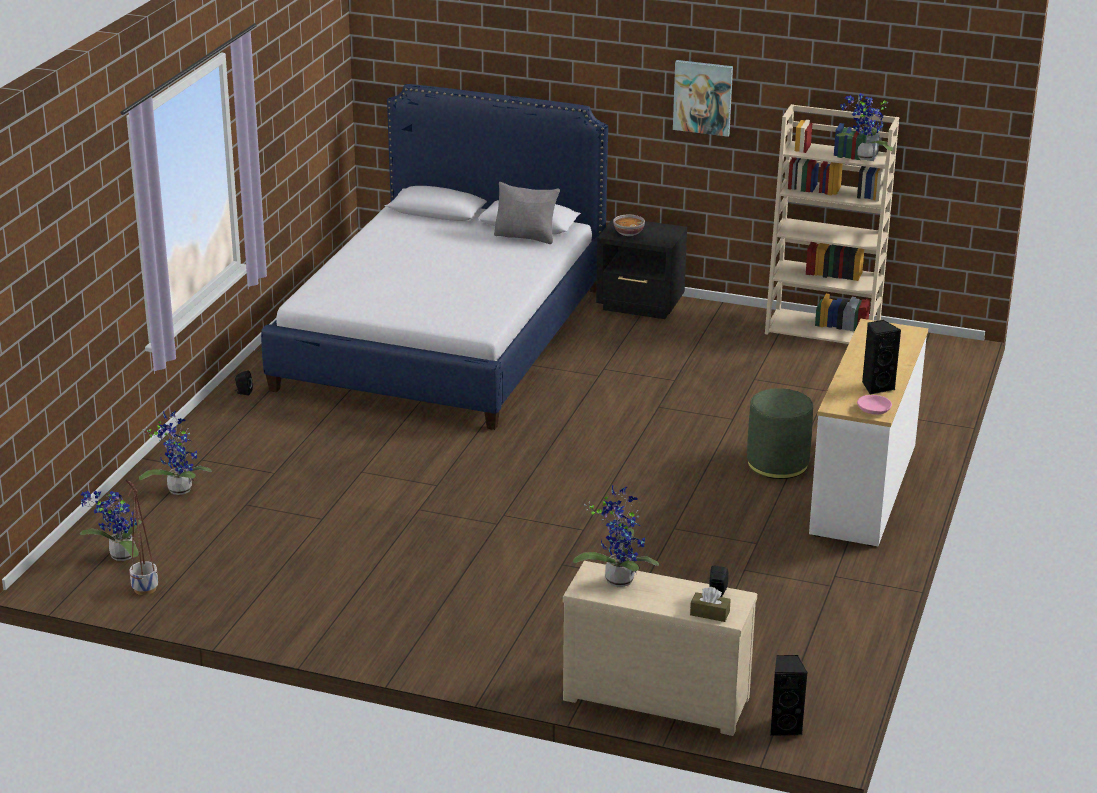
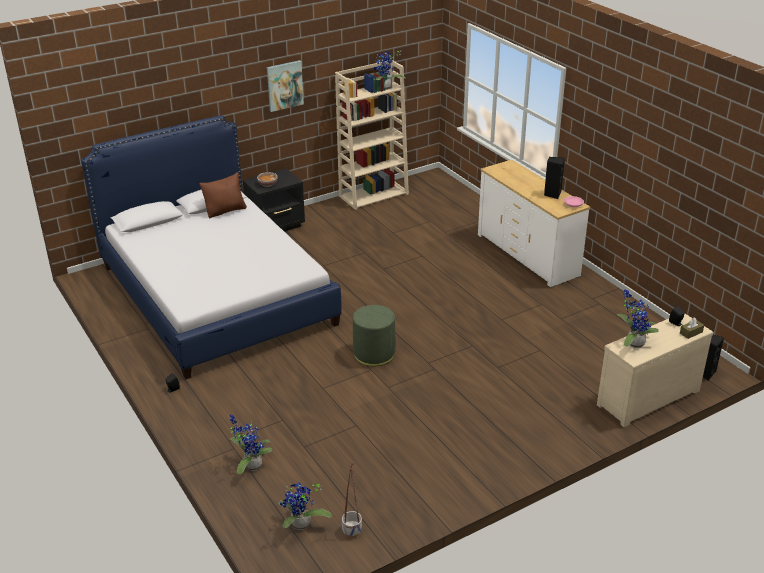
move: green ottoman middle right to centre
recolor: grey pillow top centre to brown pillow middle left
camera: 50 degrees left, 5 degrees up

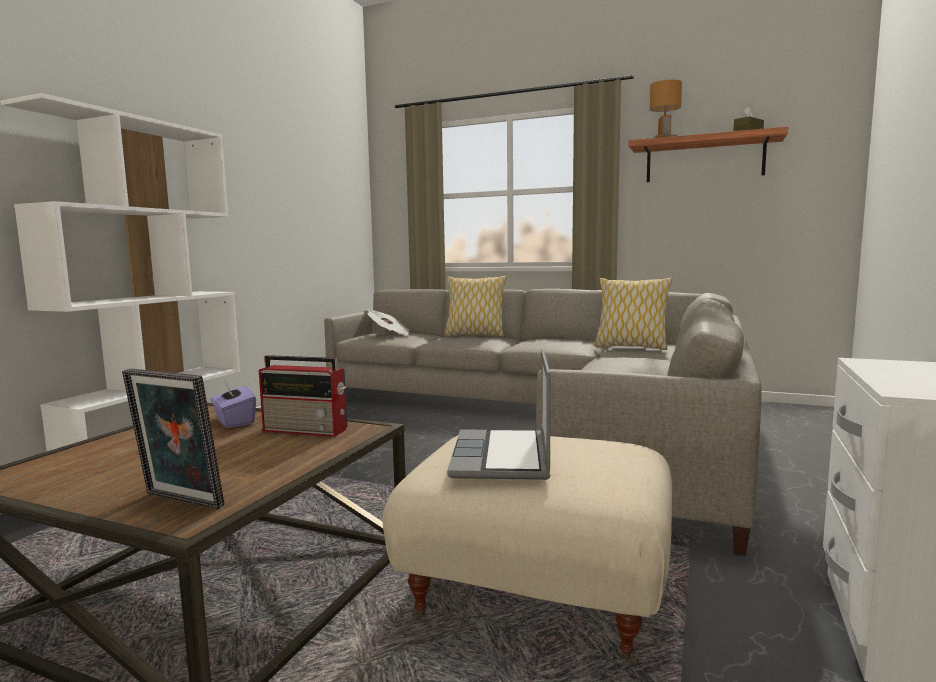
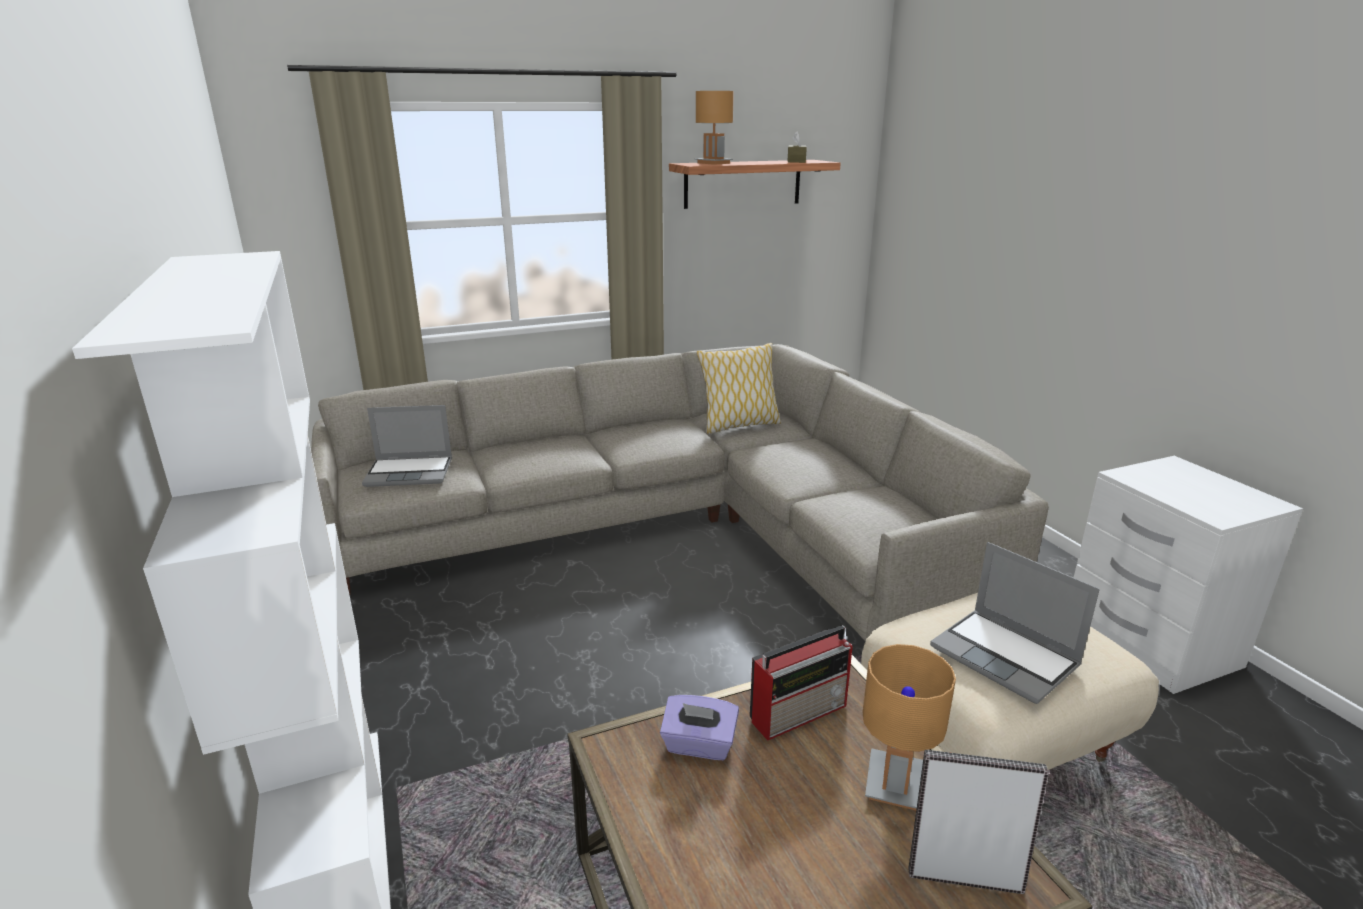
delete: pillow (1st from left) centre
insert: brown table lamp (2nd from left) bottom right
replace: newspaper centre to laptop (1st from left) middle left
rotate: picture frame middle left = bottom right 150 degrees counterclockwise
camera: 45 degrees left, 15 degrees up

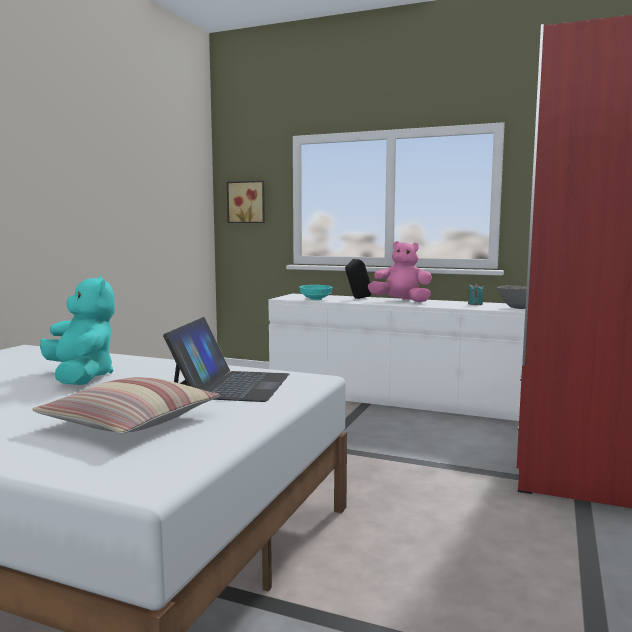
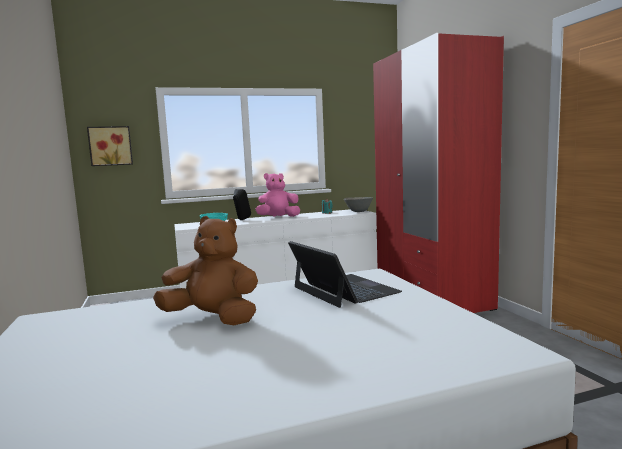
delete: pillow middle left
recolor: turquoise plush toy middle left to brown plush toy middle left
camera: 40 degrees left, 0 degrees up

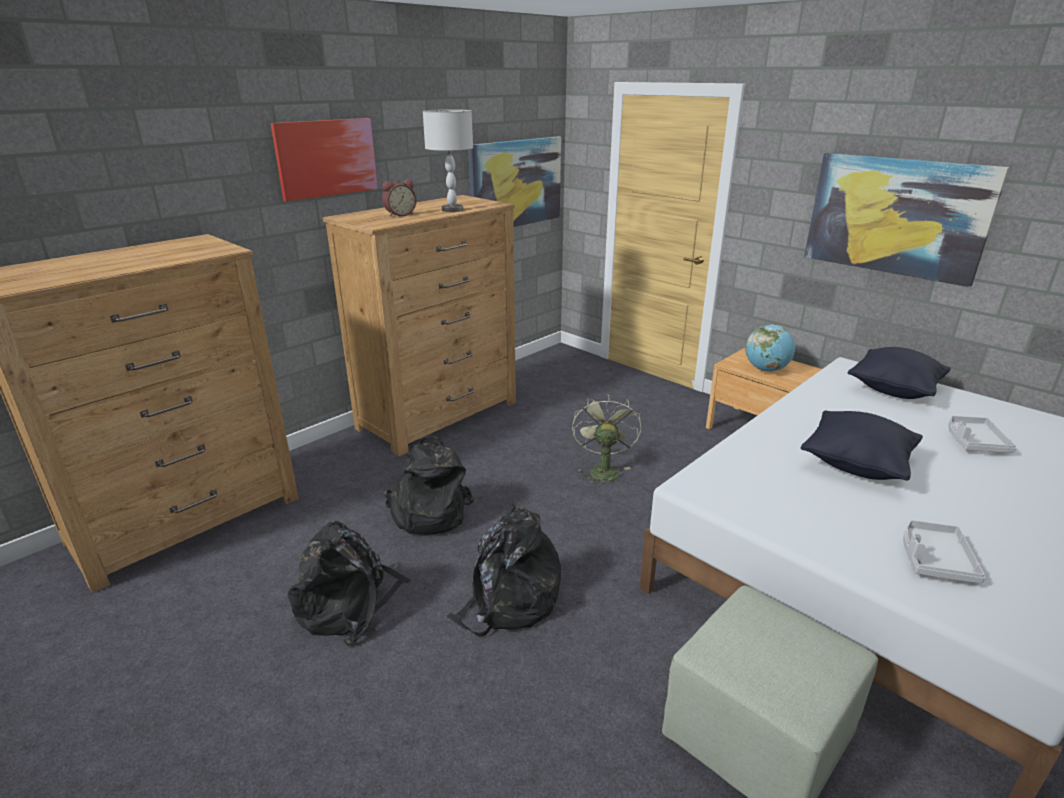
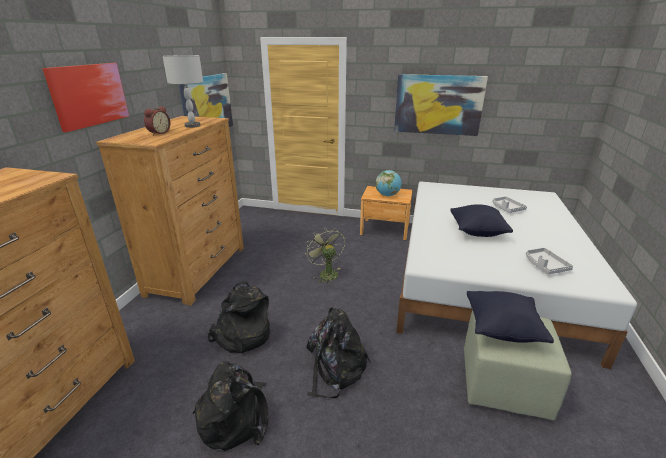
move: black pillow (2nd from left) middle right to bottom right
camera: 30 degrees left, 0 degrees up

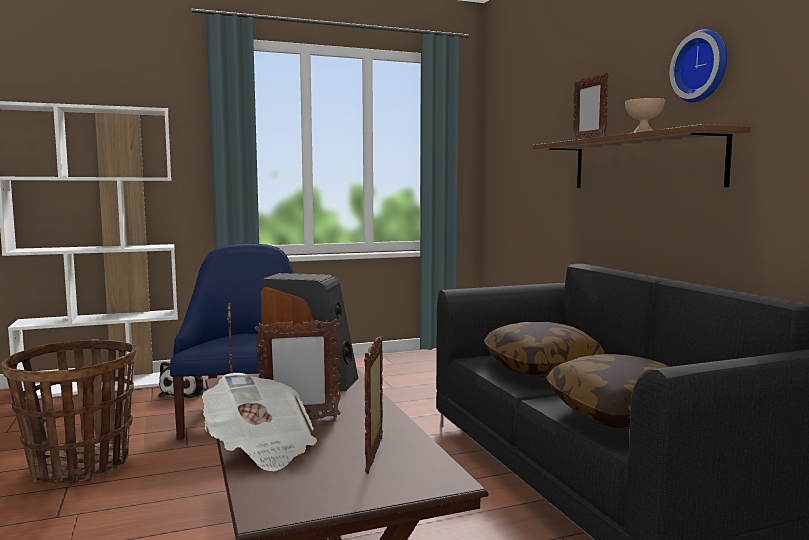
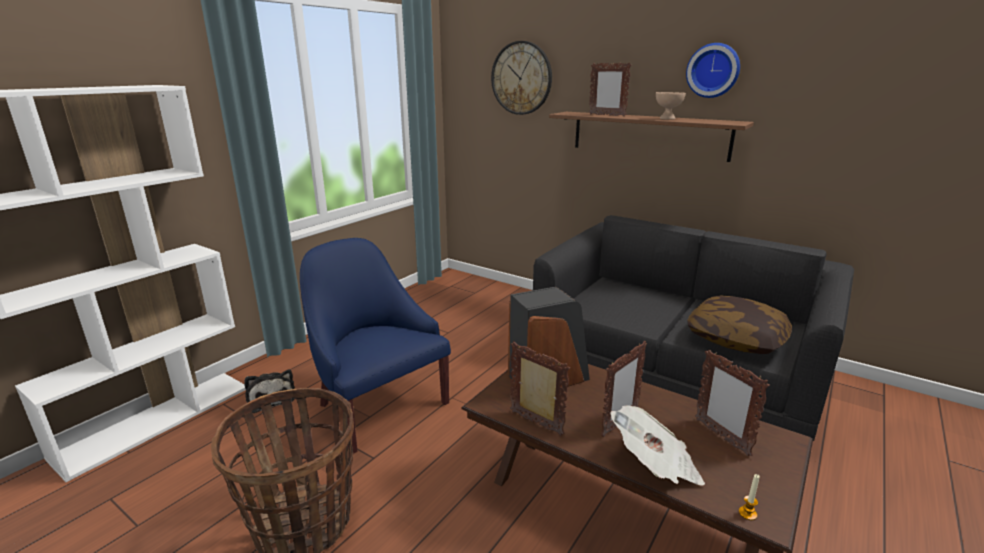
delete: pillow (1st from left) middle right
insert: wall clock (1st from left) top centre; candle bottom right
camera: 35 degrees left, 15 degrees up

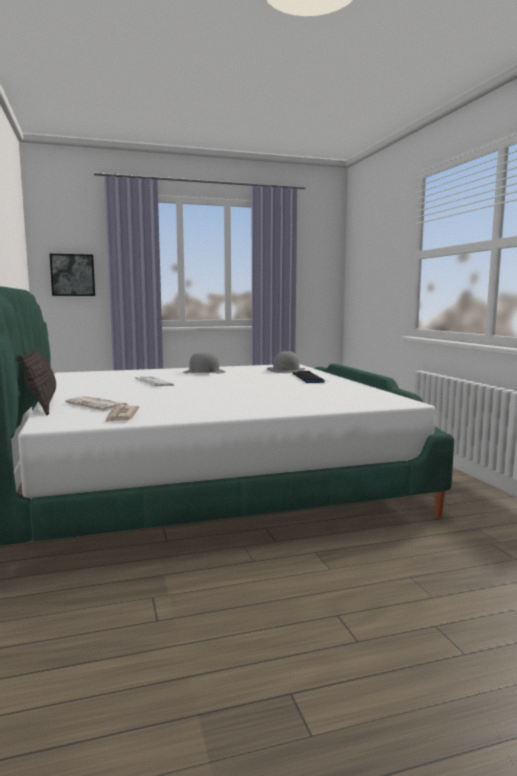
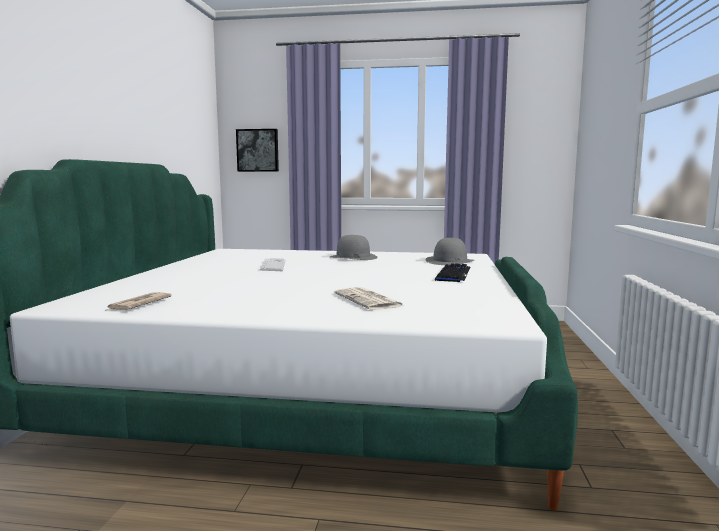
delete: pillow middle left
move: newspaper (1st from left in the first image) middle left to newspaper (2nd from left) centre
camera: 25 degrees right, 0 degrees up

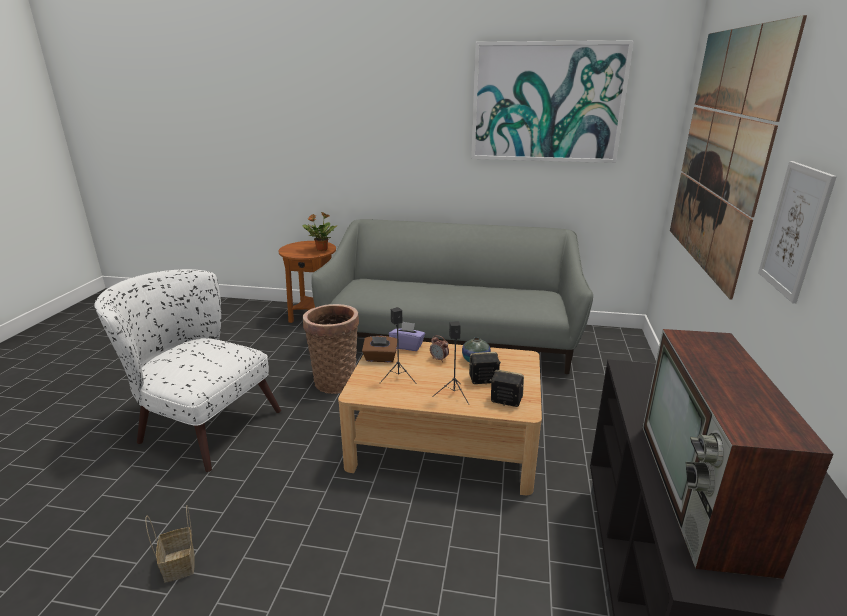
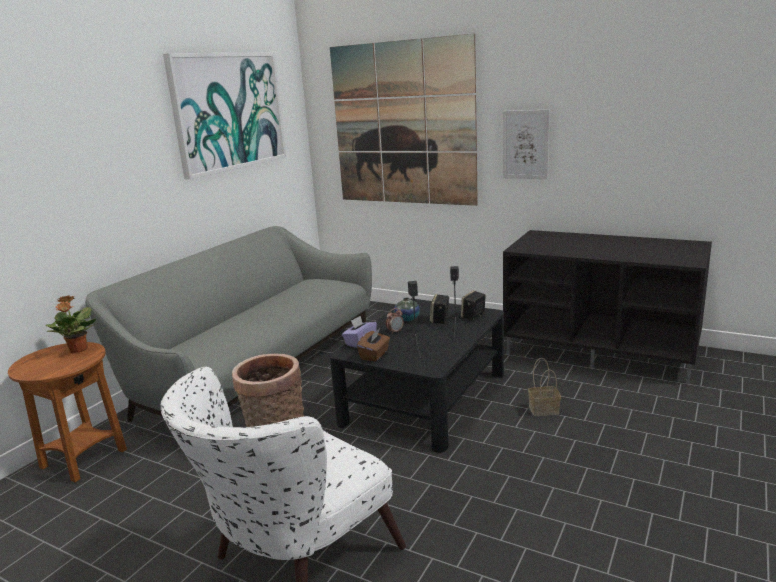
delete: television bottom right
move: basket (1st from left in the first image) bottom left to basket (2nd from left) middle right
recolor: beige coffee table bottom centre to black coffee table centre
camera: 70 degrees left, 5 degrees down

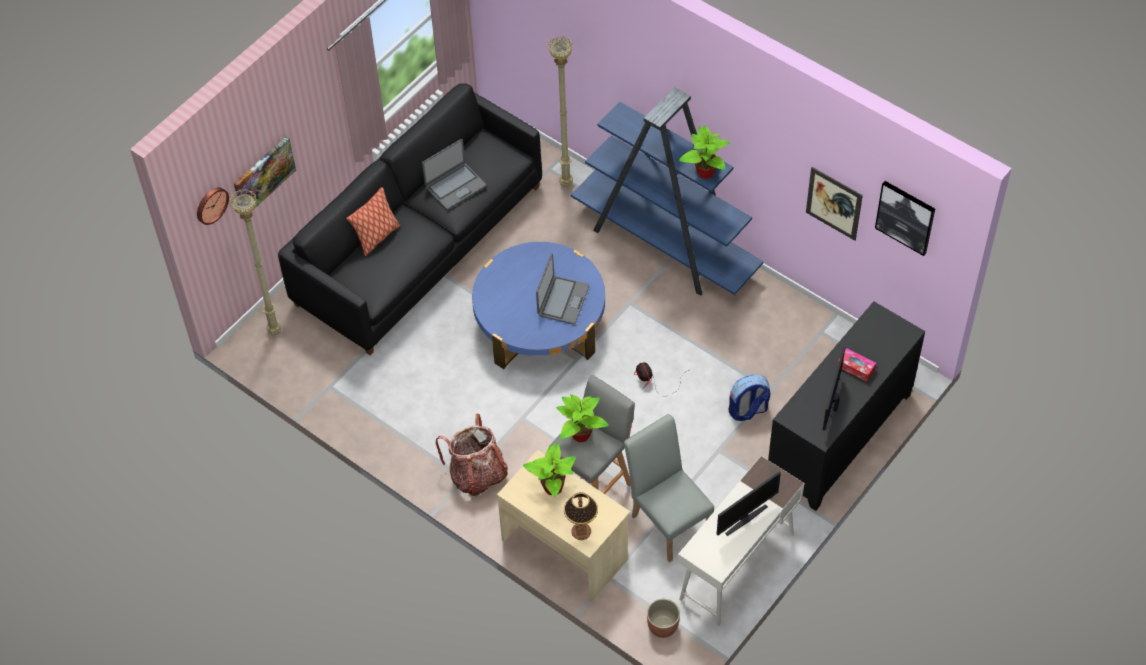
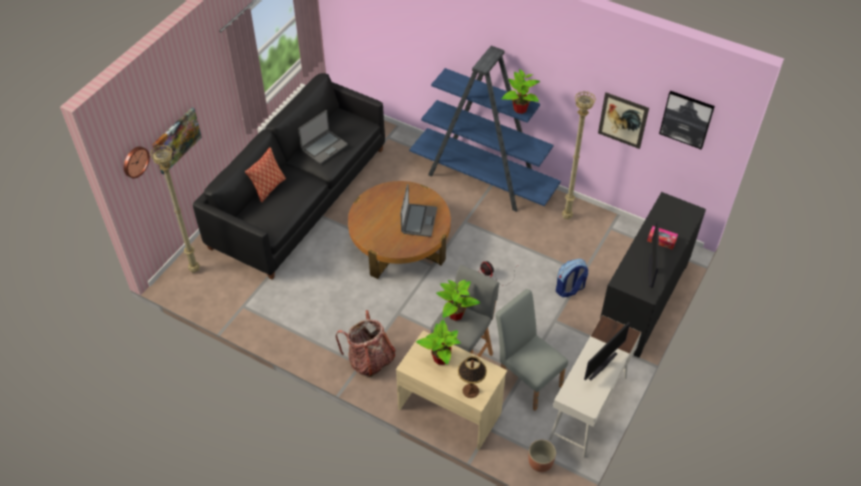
move: beige floor lamp (2nd from left) top centre to top right
recolor: blue coffee table centre to brown coffee table centre
camera: 10 degrees left, 5 degrees down

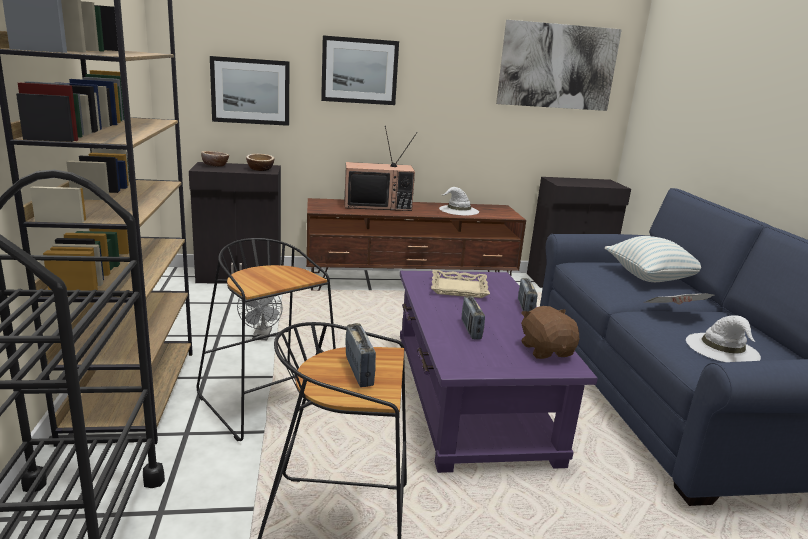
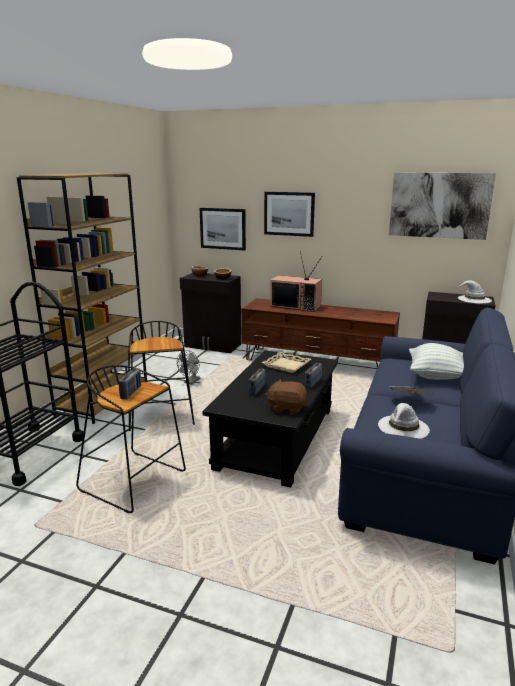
move: white hat (1st from left in the first image) centre to white hat (2nd from left) middle right
recolor: purple coffee table bottom centre to black coffee table centre
rotate: brown plush toy middle right = centre 90 degrees counterclockwise
camera: 30 degrees right, 0 degrees up

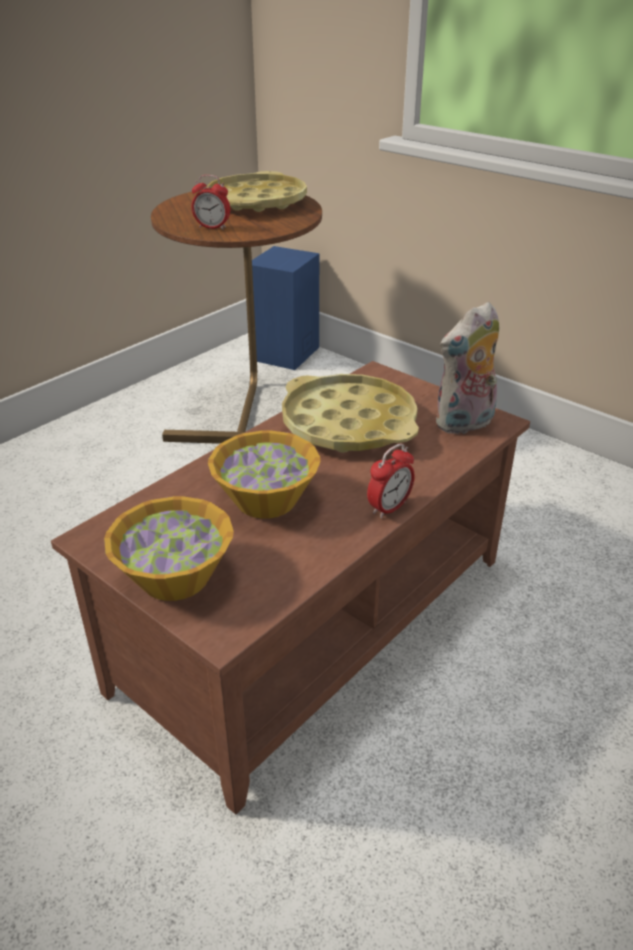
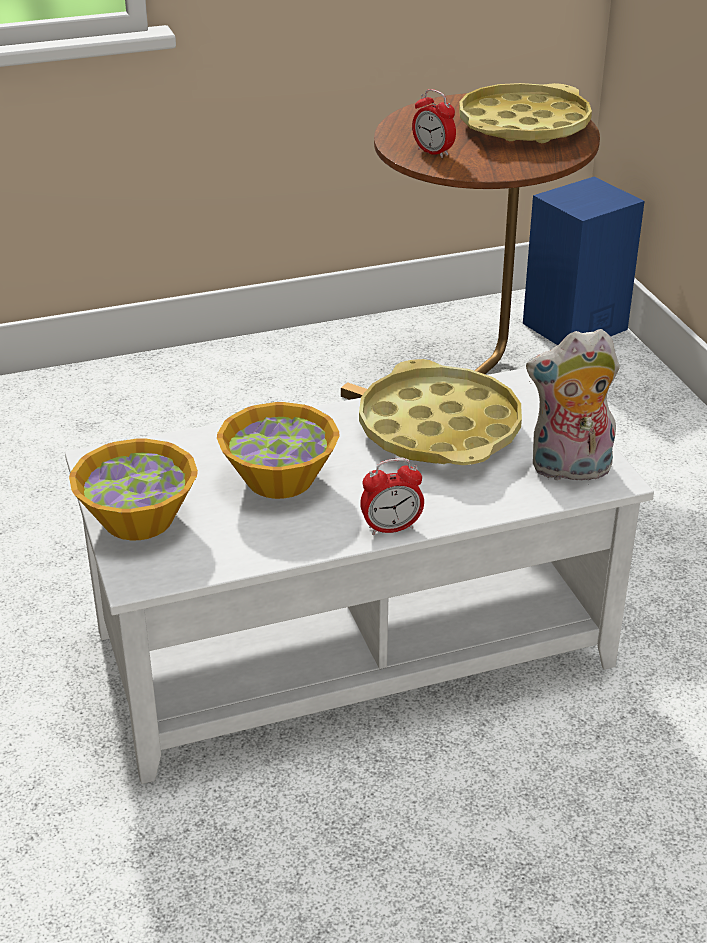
recolor: brown coffee table centre to white coffee table centre
camera: 30 degrees right, 0 degrees up

